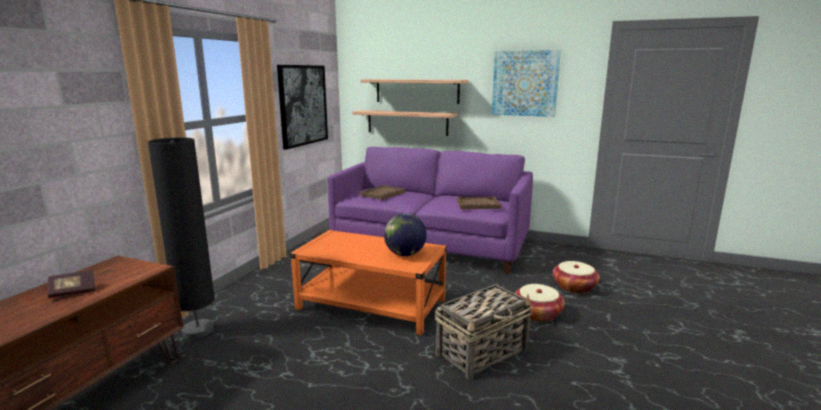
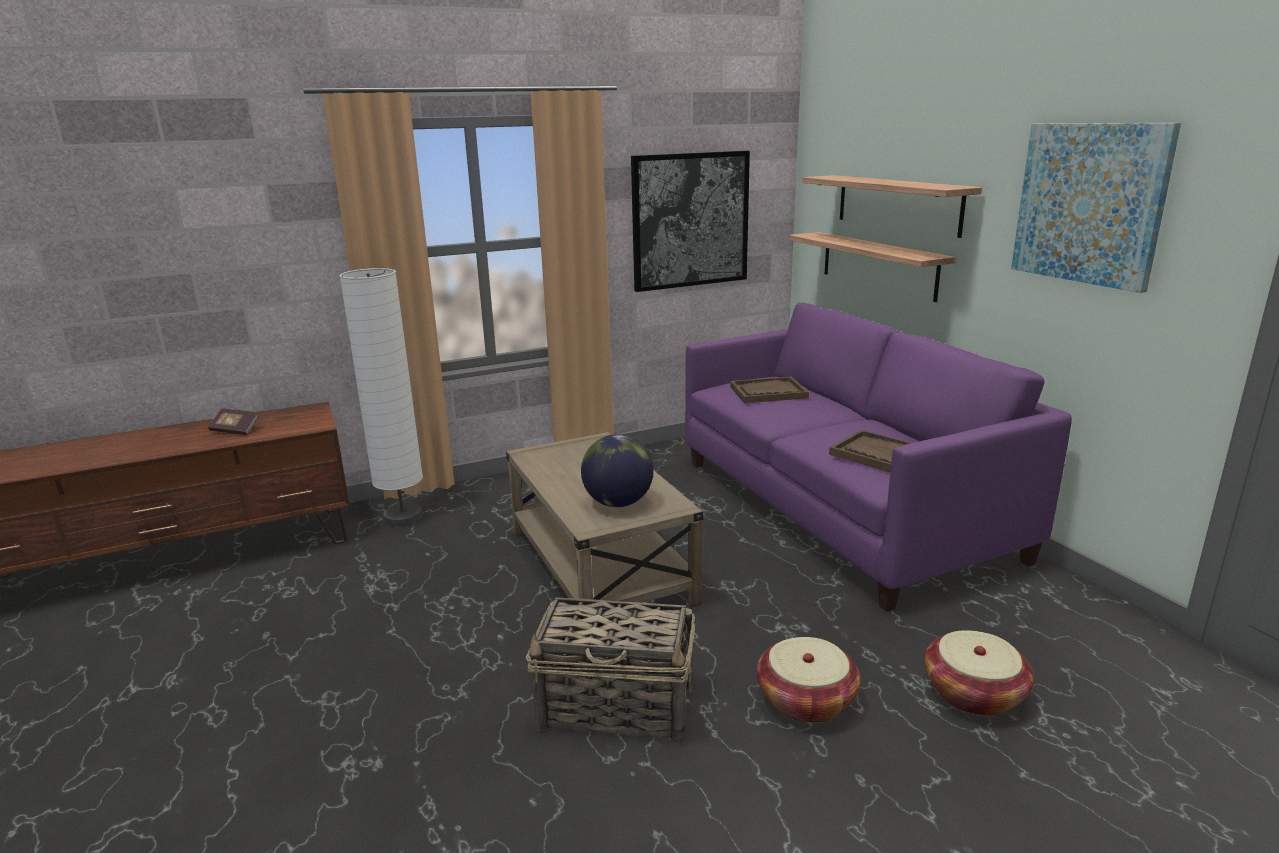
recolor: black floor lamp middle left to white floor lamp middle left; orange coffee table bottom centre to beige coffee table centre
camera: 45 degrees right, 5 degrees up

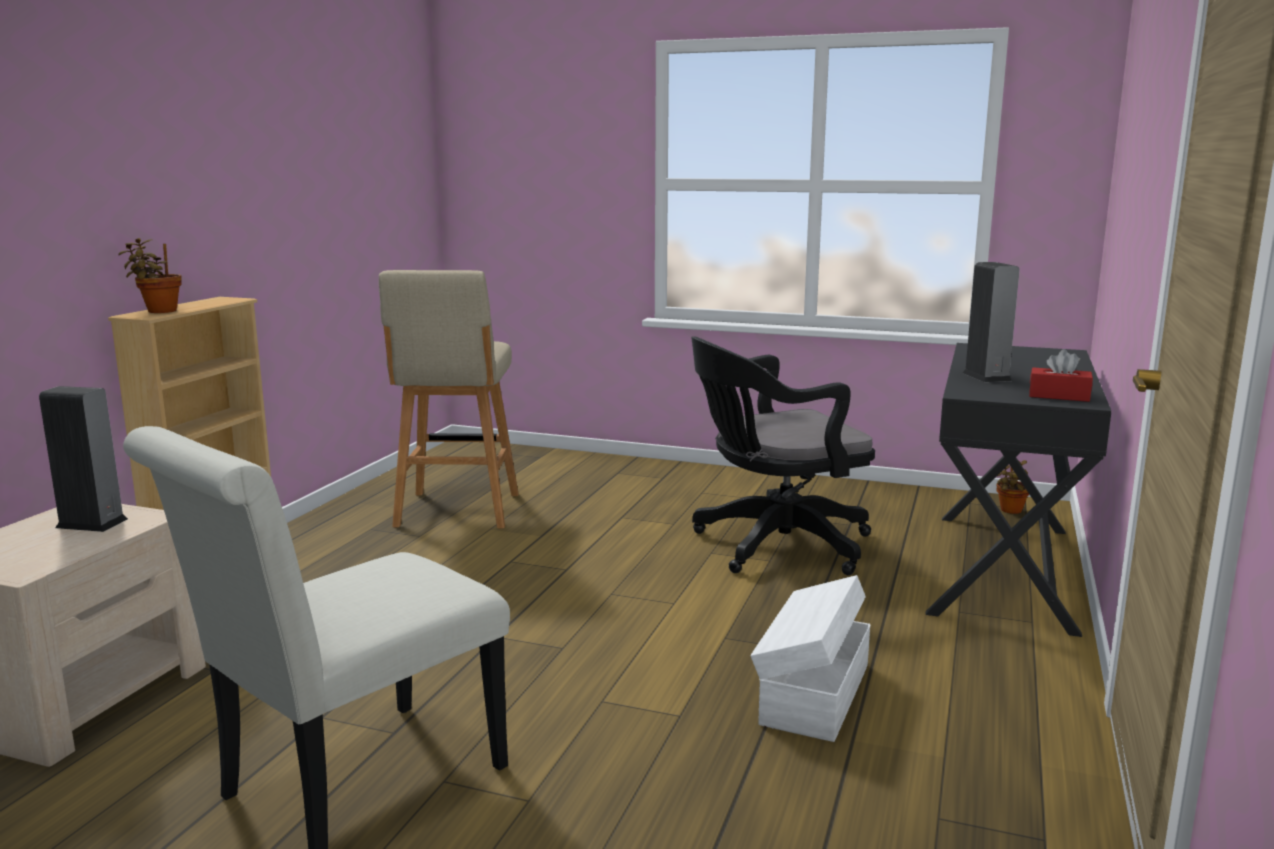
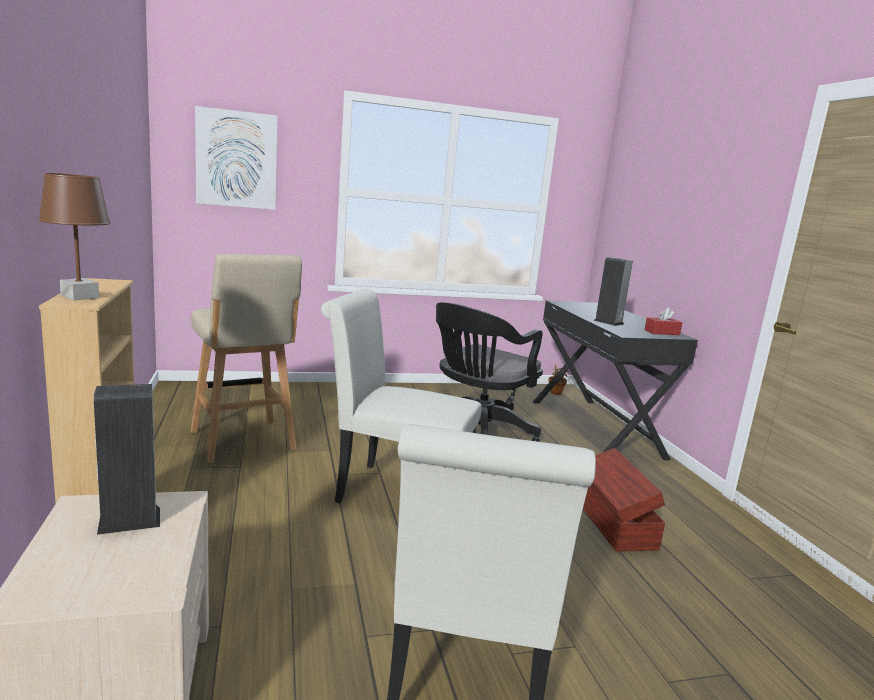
insert: picture top left; white chair (1st from left) centre
replace: potted plant (1st from left) top left to brown table lamp middle left
recolor: white storage box bottom centre to brown storage box bottom right
camera: 35 degrees left, 0 degrees up

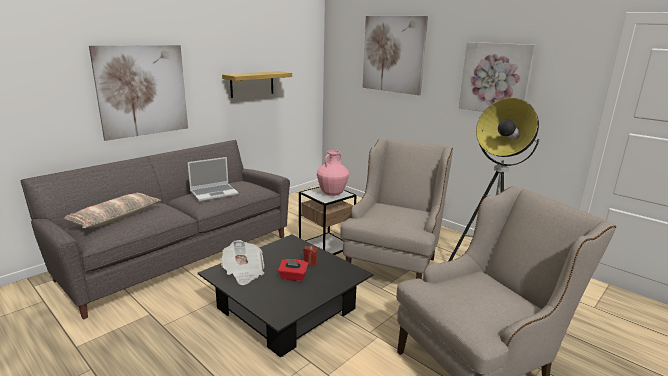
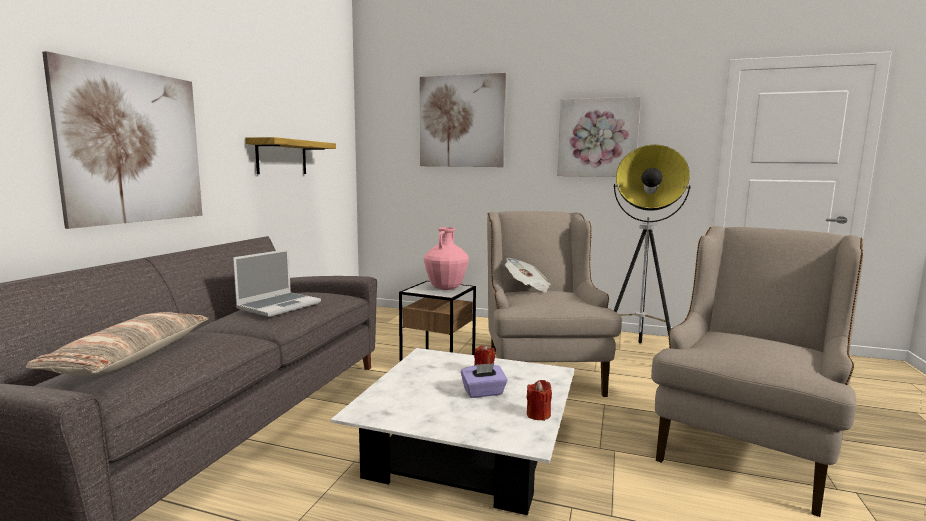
insert: red candle (2nd from left) bottom centre
move: newspaper bottom centre to centre
recolor: black coffee table bottom centre to white coffee table bottom centre; red tissue box bottom centre to purple tissue box bottom centre
camera: 25 degrees left, 10 degrees down

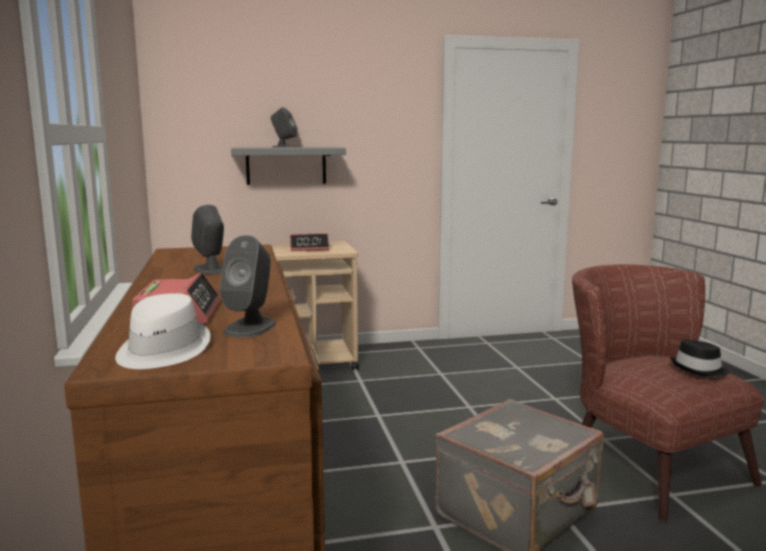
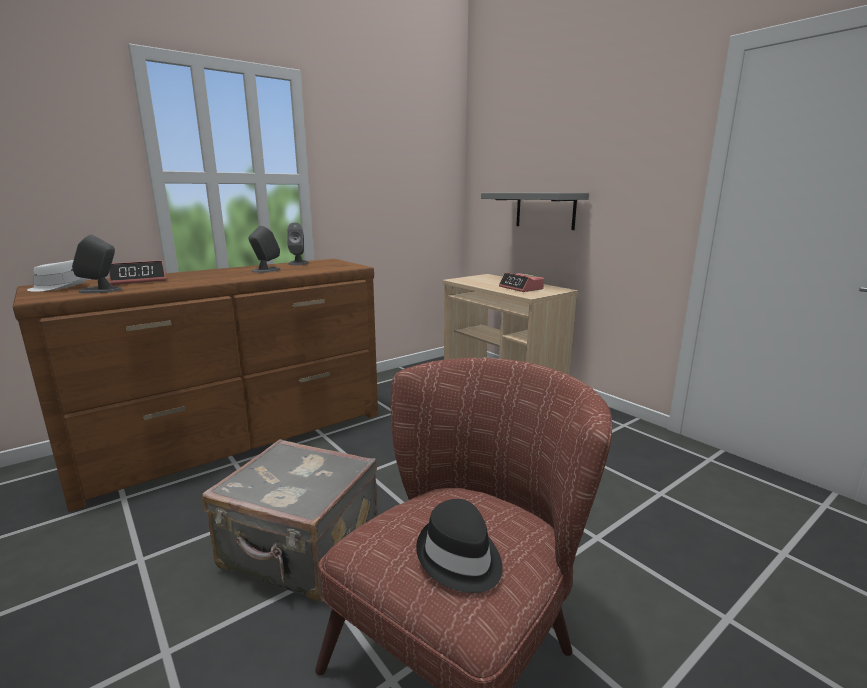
move: grey speaker (3rd from left) top centre to centre
camera: 65 degrees right, 5 degrees up

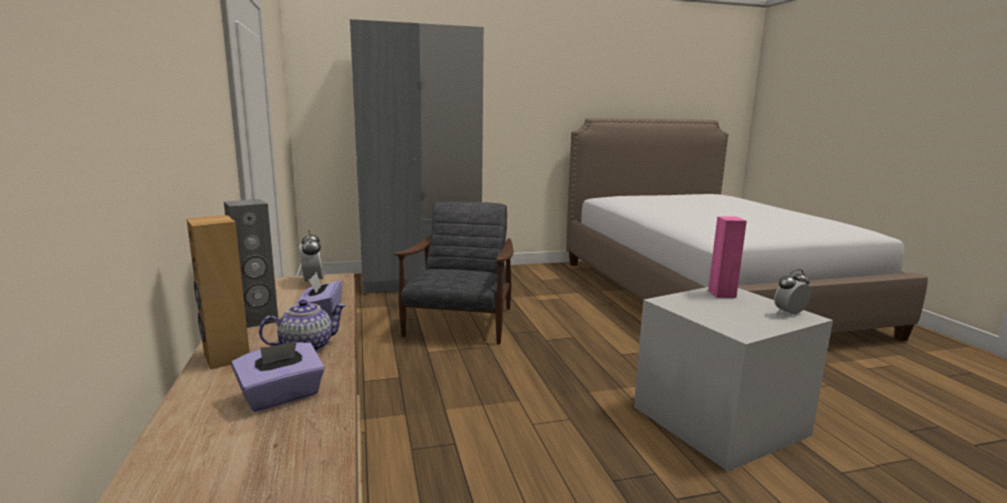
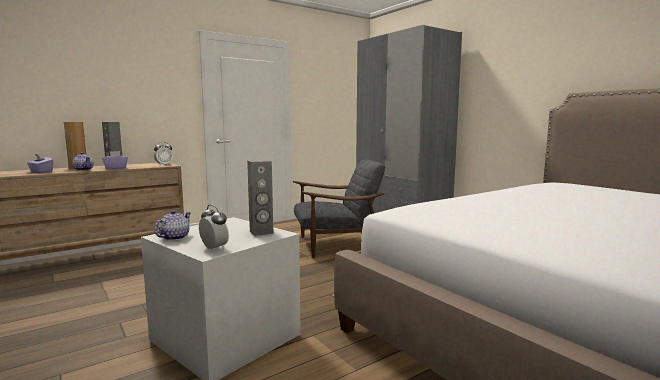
insert: teapot (2nd from left) middle left
recolor: pink speaker middle right to grey speaker (2nd from left) centre
camera: 70 degrees right, 5 degrees down

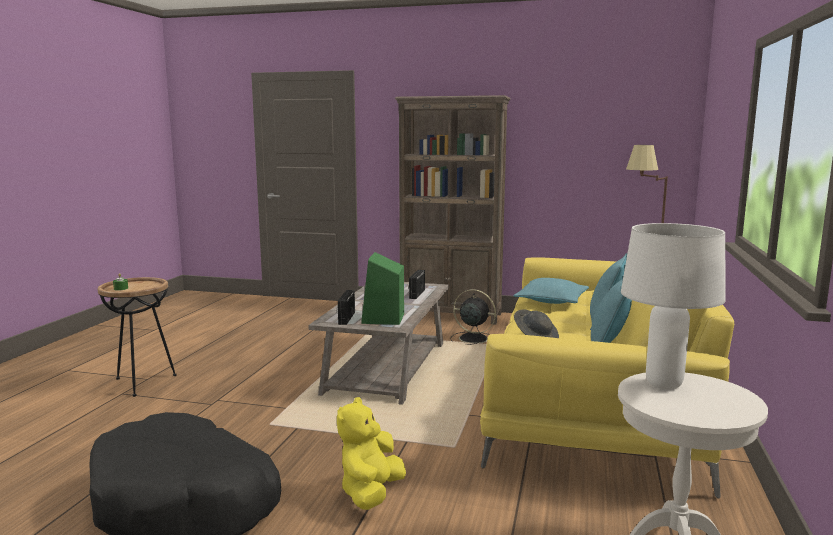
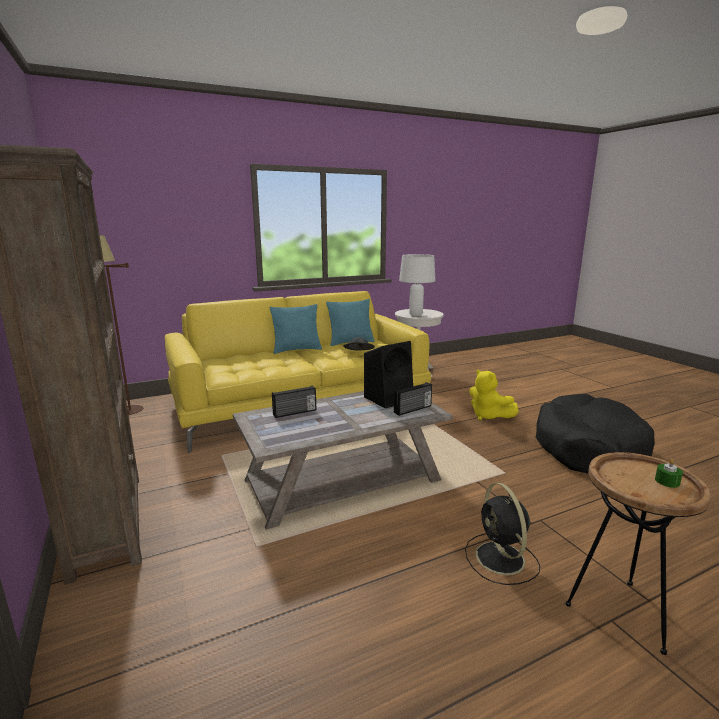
delete: turquoise pillow (1st from left) centre
move: black fan centre to bottom right
recolor: green speaker centre to black speaker centre
rotate: yellow plush toy bottom centre = middle right 75 degrees clockwise
camera: 130 degrees left, 5 degrees up

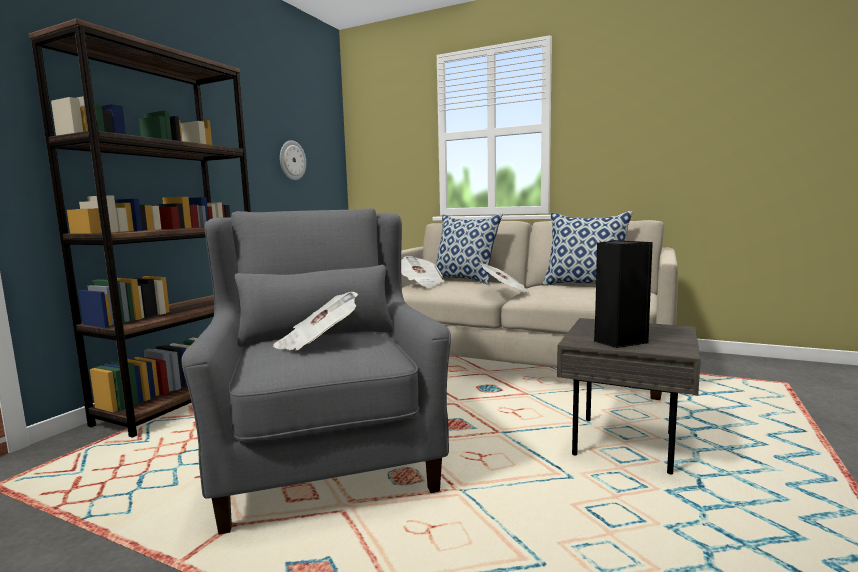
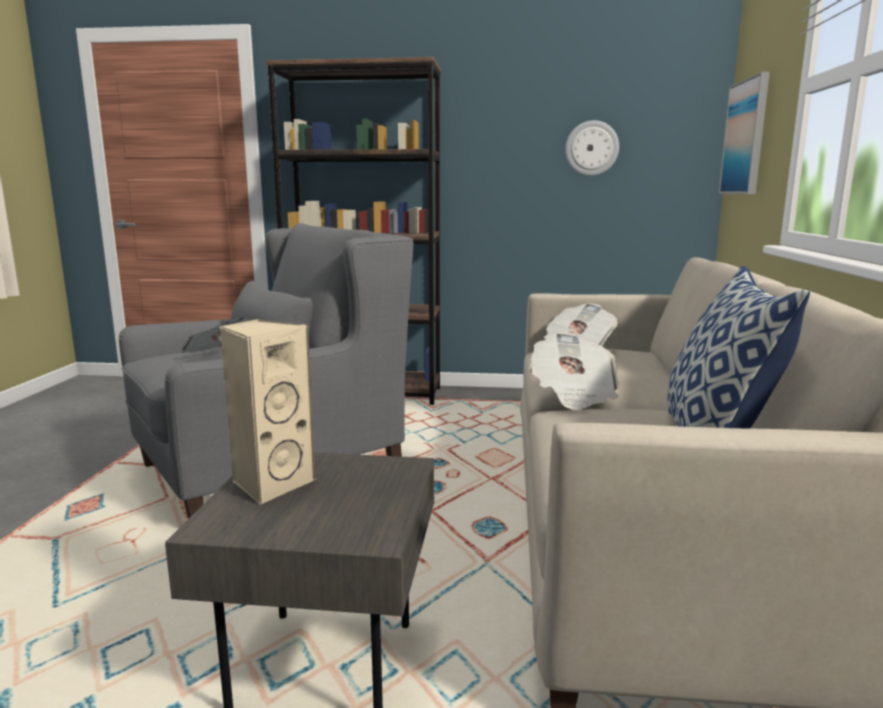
delete: pillow (1st from left) centre
insert: picture top right
recolor: black speaker middle right to beige speaker middle left
camera: 70 degrees right, 5 degrees up

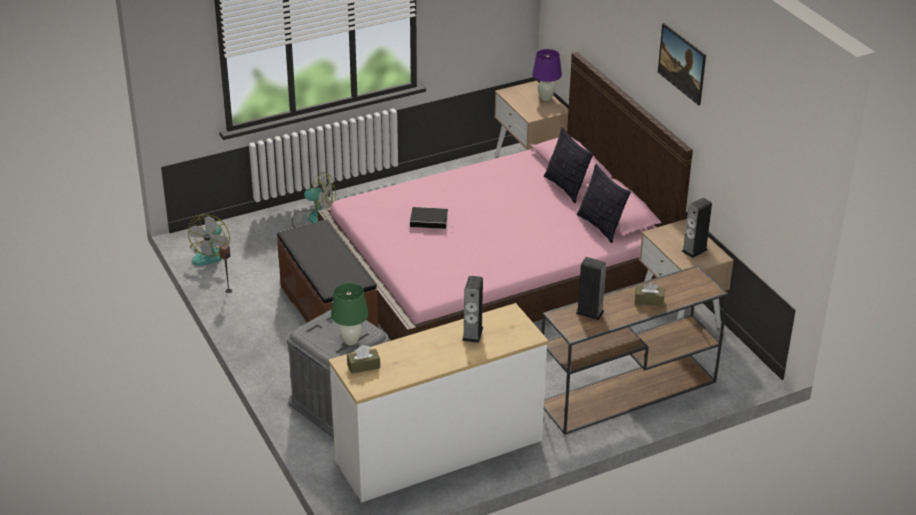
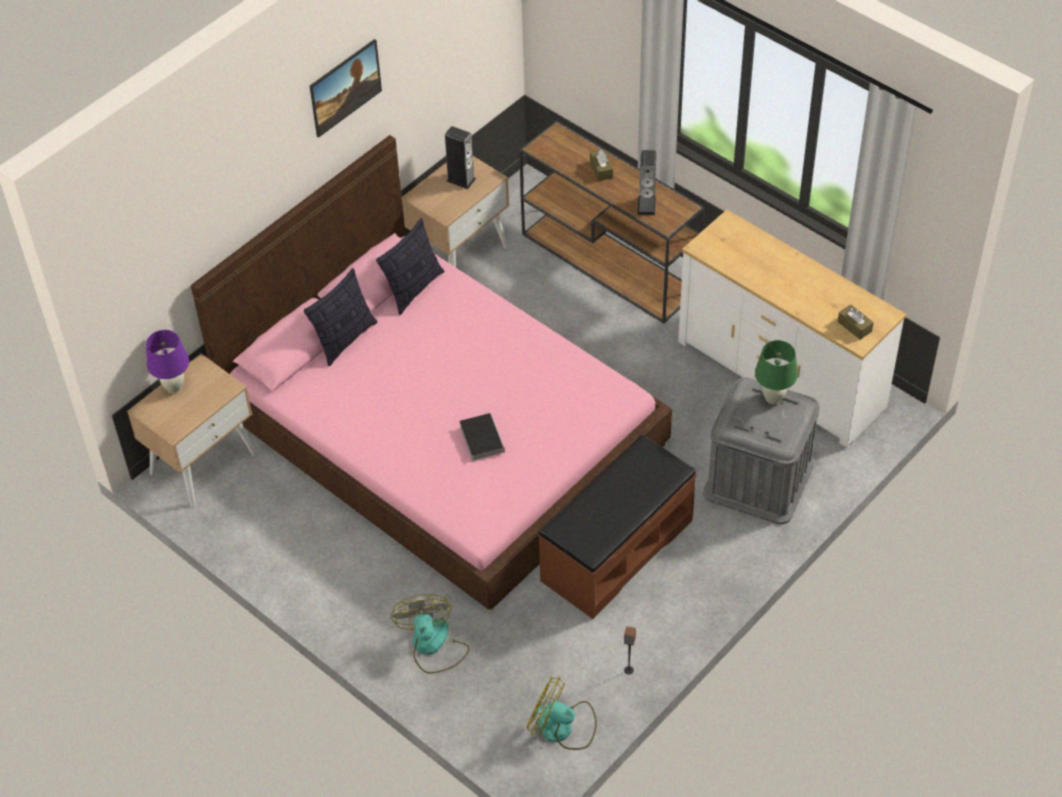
delete: speaker (2nd from left) centre
rotate: fan (1st from left in the first image) middle left = bottom centre 150 degrees counterclockwise
camera: 110 degrees left, 15 degrees up

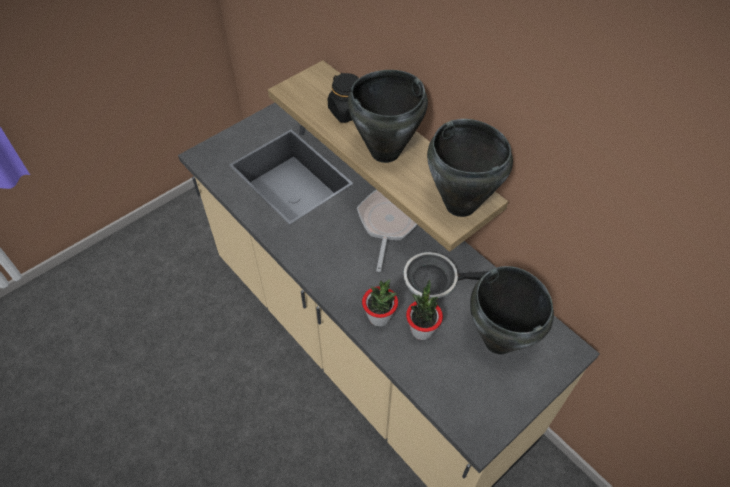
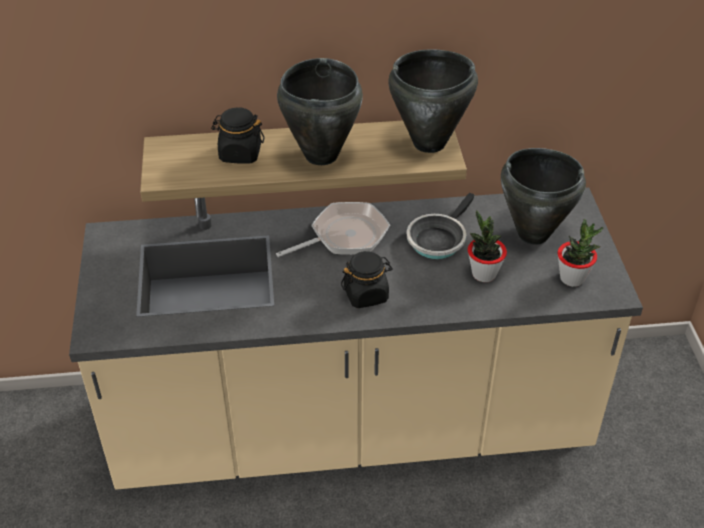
insert: black jar (2nd from left) centre
move: potted plant (1st from left in the first image) centre to potted plant (2nd from left) middle right
rotate: frying pan (1st from left) centre = centre 105 degrees clockwise
camera: 55 degrees left, 10 degrees down

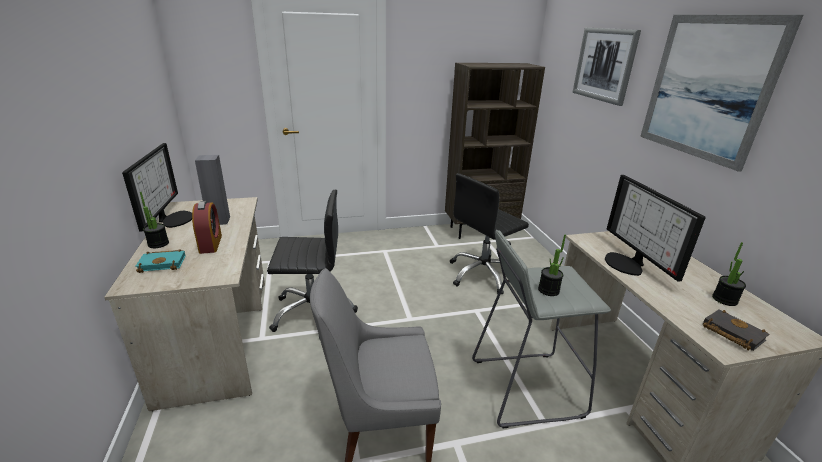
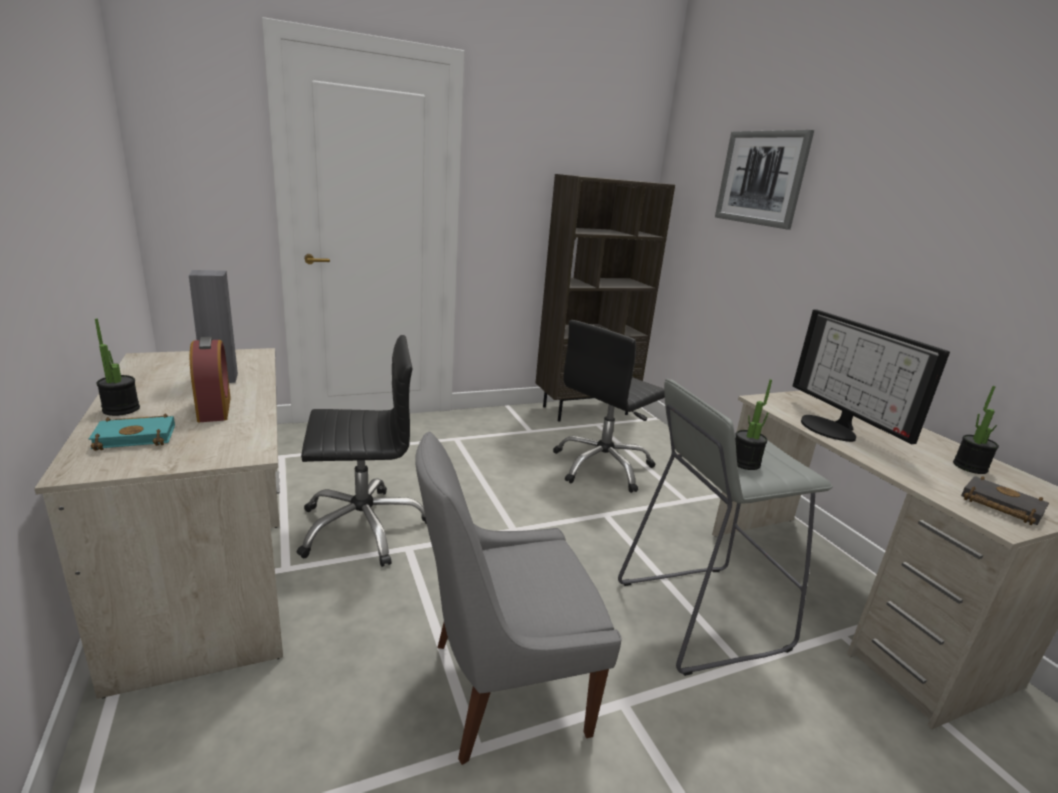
delete: monitor (1st from left) middle left; picture (2nd from left) top right
camera: 10 degrees left, 5 degrees down

